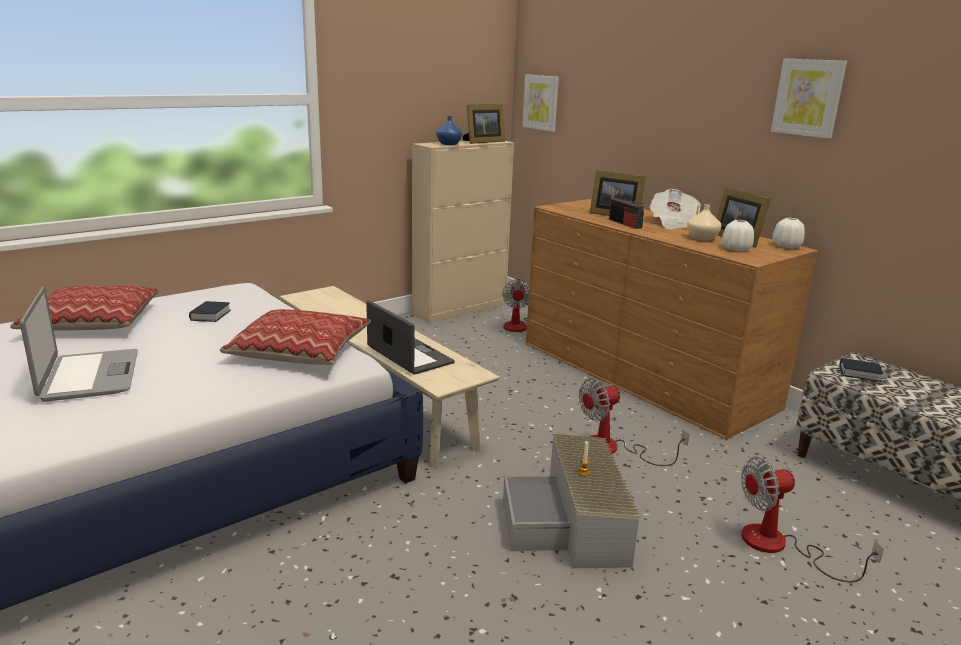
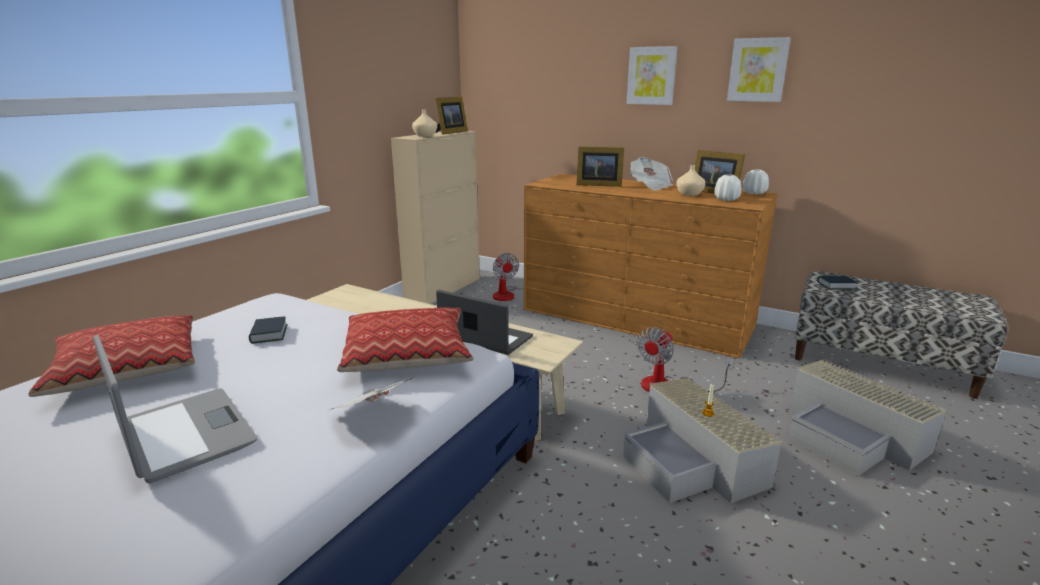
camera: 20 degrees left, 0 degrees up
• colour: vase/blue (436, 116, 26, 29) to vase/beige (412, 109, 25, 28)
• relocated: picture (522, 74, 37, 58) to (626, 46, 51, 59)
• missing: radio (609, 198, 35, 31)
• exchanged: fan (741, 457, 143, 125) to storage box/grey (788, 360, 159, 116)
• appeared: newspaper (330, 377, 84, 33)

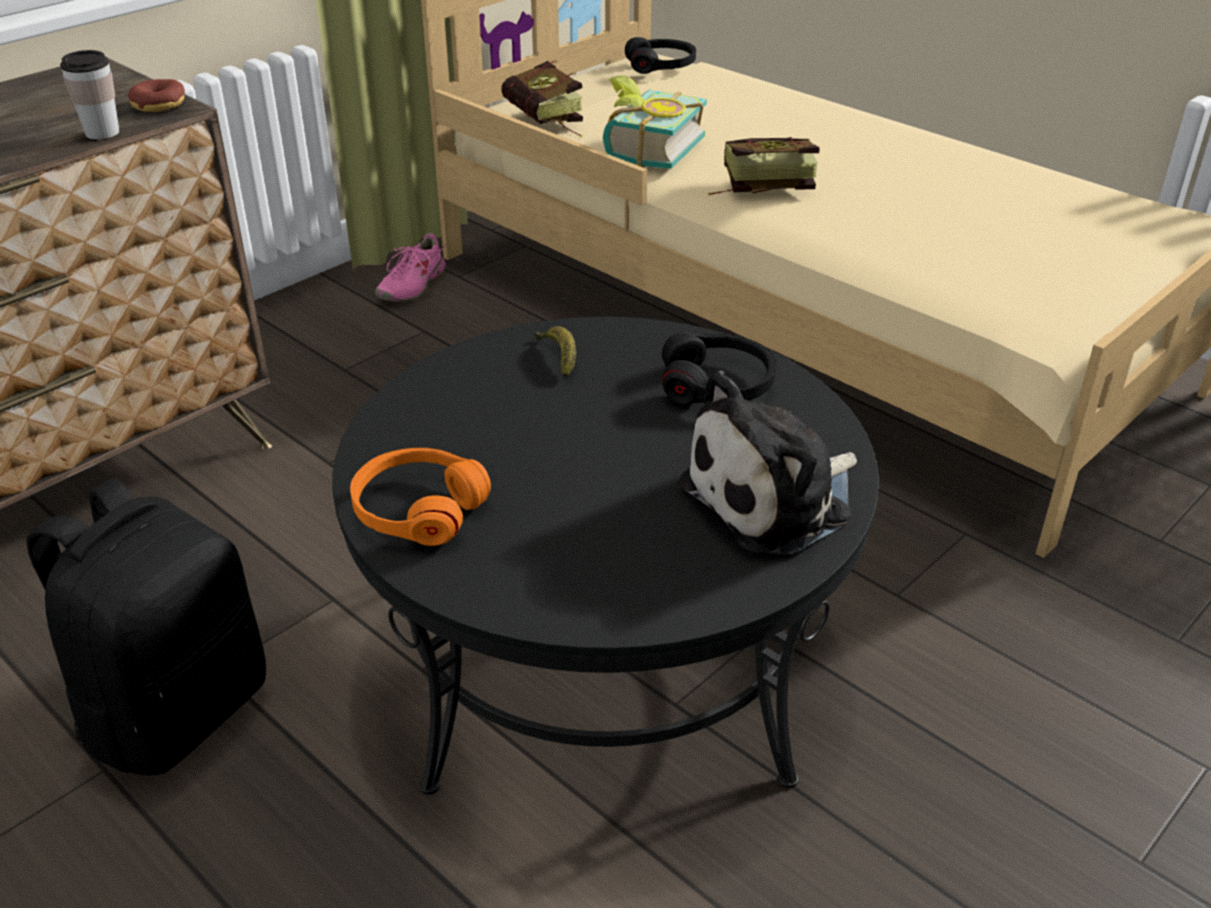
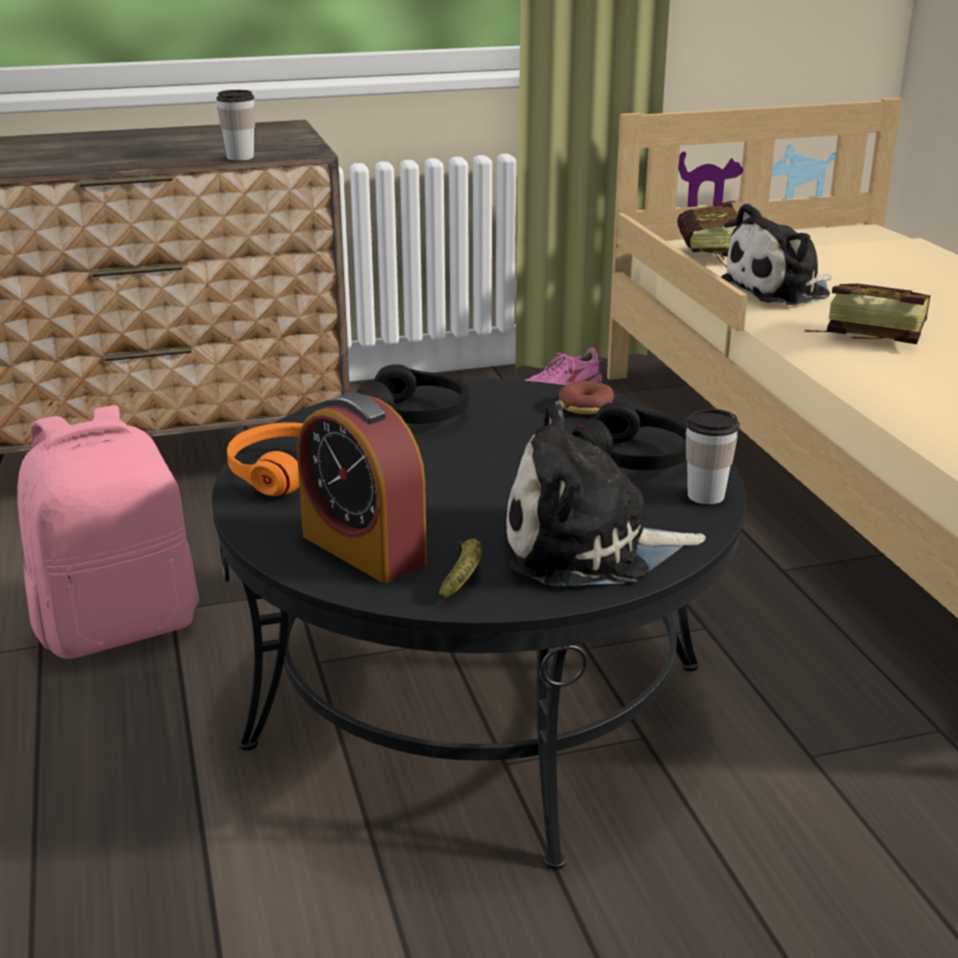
camera: 30 degrees right, 10 degrees down
• colour: backpack/black (26, 478, 240, 297) to backpack/pink (17, 405, 182, 254)
• relocated: donut (128, 79, 57, 33) to (558, 381, 56, 33)
• relocated: banana (534, 326, 42, 51) to (439, 538, 43, 61)
• exchanged: book (603, 76, 104, 93) to plush toy (721, 203, 111, 102)
• relocated: headphones/black (625, 37, 71, 37) to (356, 364, 113, 60)
• appeared: alarm clock (297, 393, 130, 190)
• appeared: cup (686, 409, 54, 95)

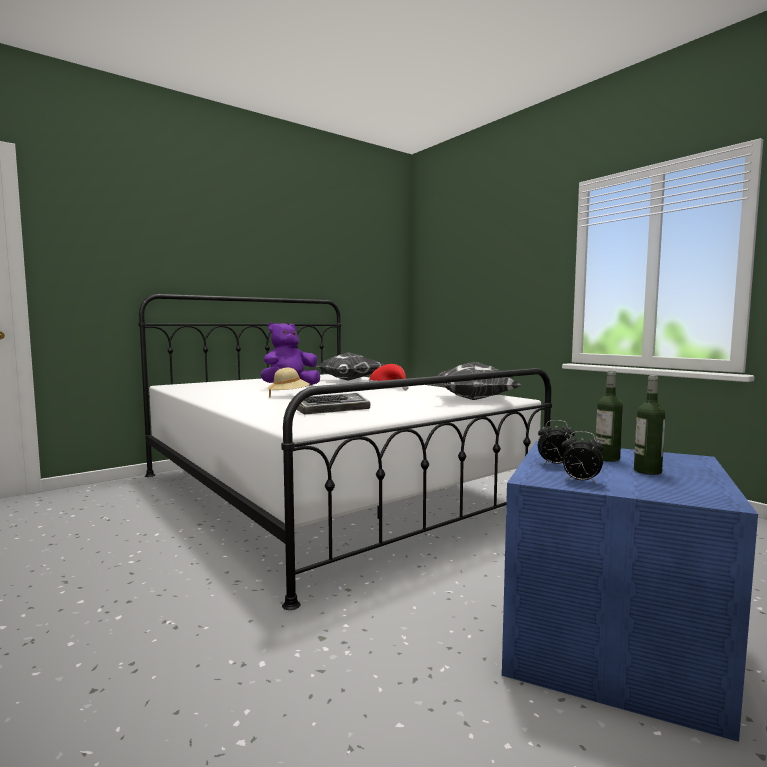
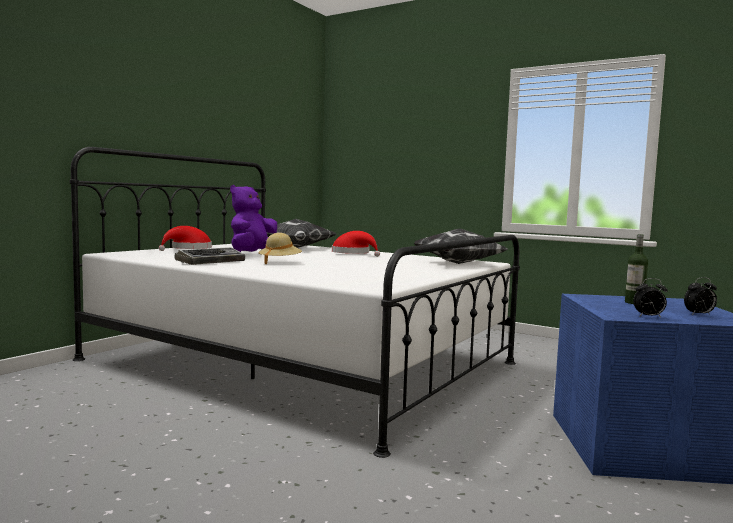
camera: 20 degrees left, 0 degrees up
• relocated: keyboard (296, 393, 74, 22) to (174, 247, 71, 18)
• relocated: alarm clock (538, 420, 37, 45) to (684, 277, 33, 38)
• missing: bottle (634, 375, 32, 100)
• appeared: hat/red (159, 226, 53, 25)

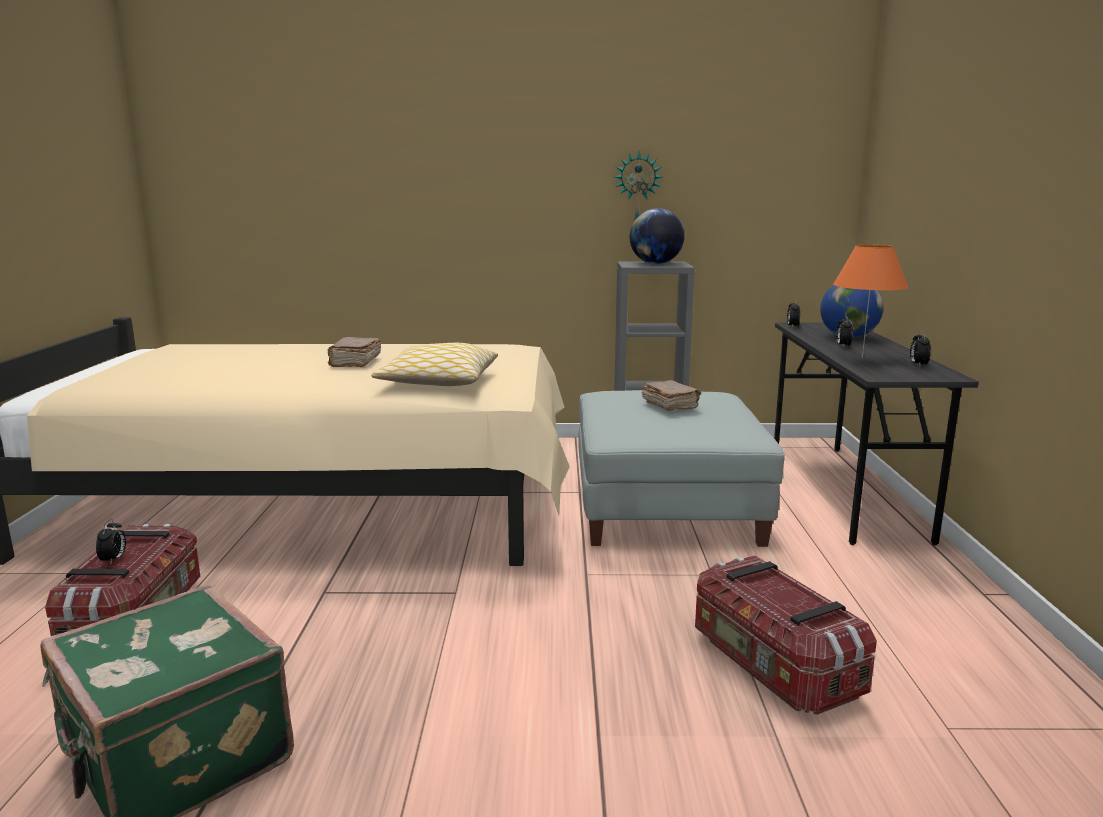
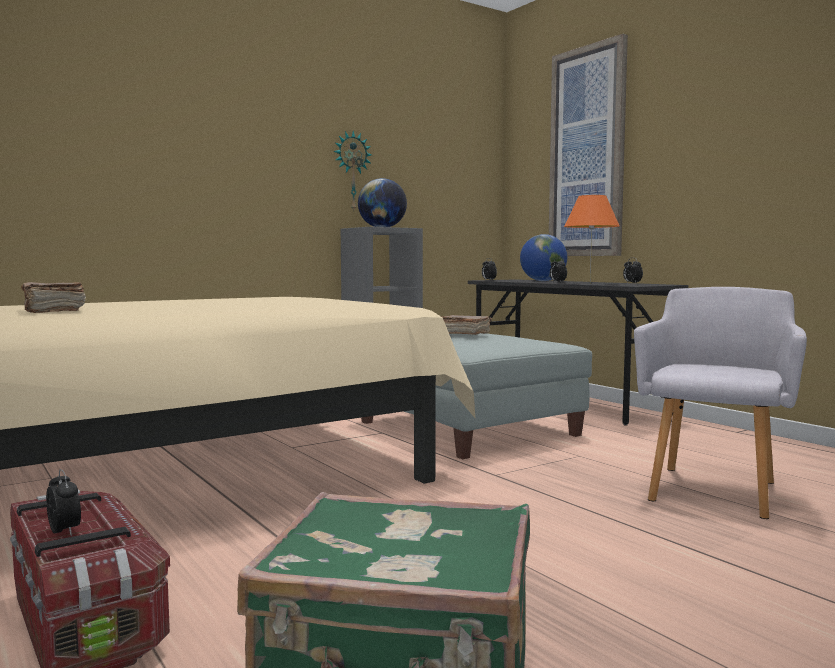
camera: 35 degrees left, 10 degrees down
• relocated: book/brown (328, 337, 53, 30) to (21, 282, 65, 31)
• missing: pillow (371, 343, 127, 43)
• exchanged: storage box (695, 555, 182, 160) to armchair/grey (634, 287, 173, 232)
• appeared: picture (549, 34, 79, 222)

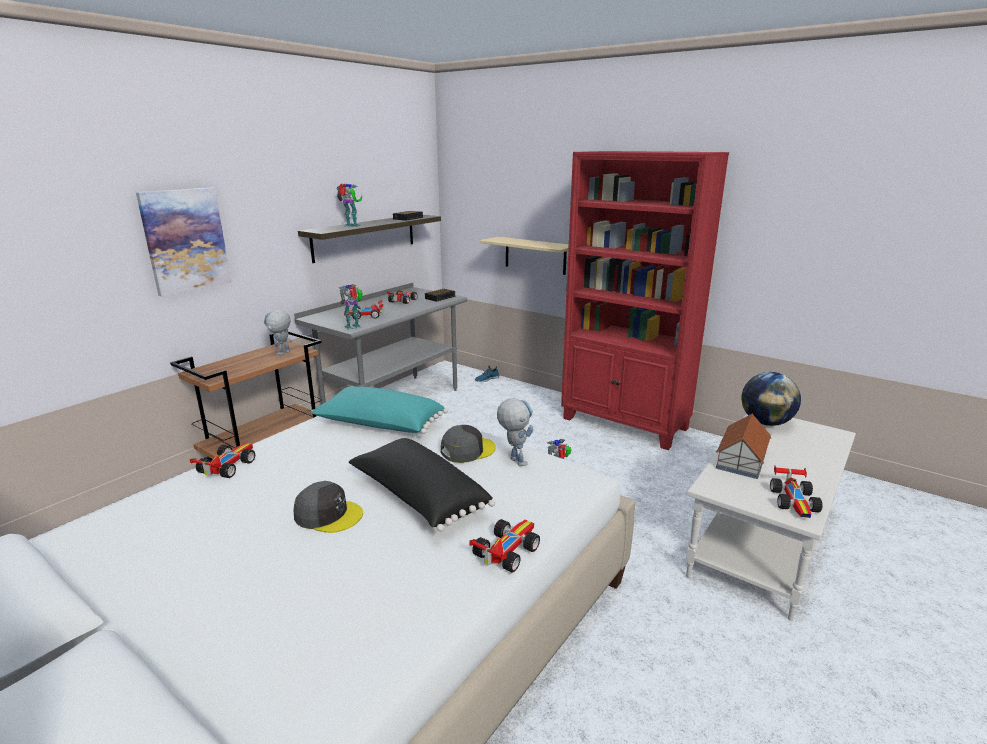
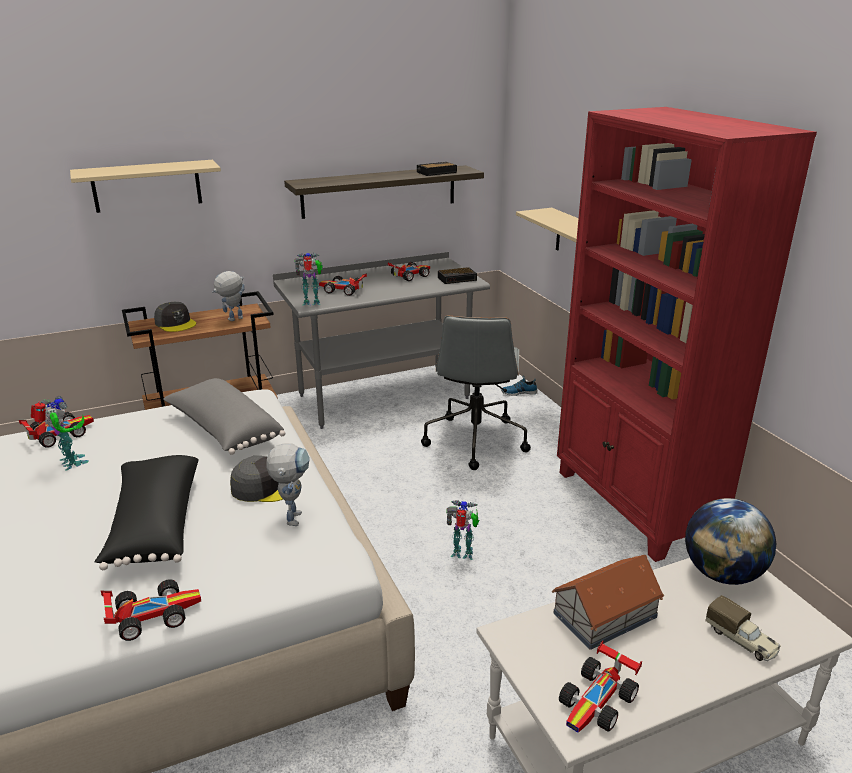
camera: 30 degrees right, 5 degrees up
• exchanged: picture (136, 188, 95, 109) to shelf/beige (70, 160, 151, 53)
• relocated: cap/grey (294, 481, 69, 52) to (154, 302, 42, 30)
• colour: pillow/turquoise (311, 386, 137, 48) to pillow/grey (163, 378, 122, 77)
• relocated: toy robot (337, 184, 25, 43) to (31, 396, 58, 74)
• appeared: office chair/grey (421, 316, 110, 154)
• appeared: toy truck (705, 595, 76, 66)

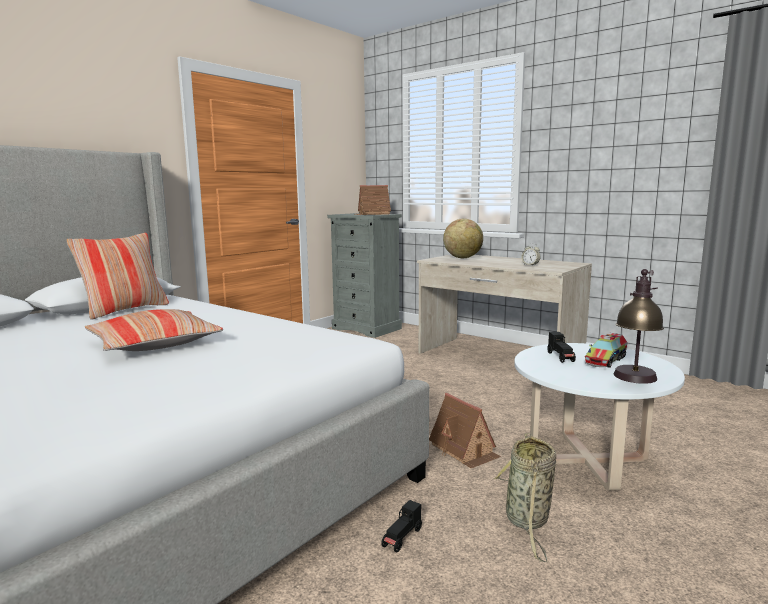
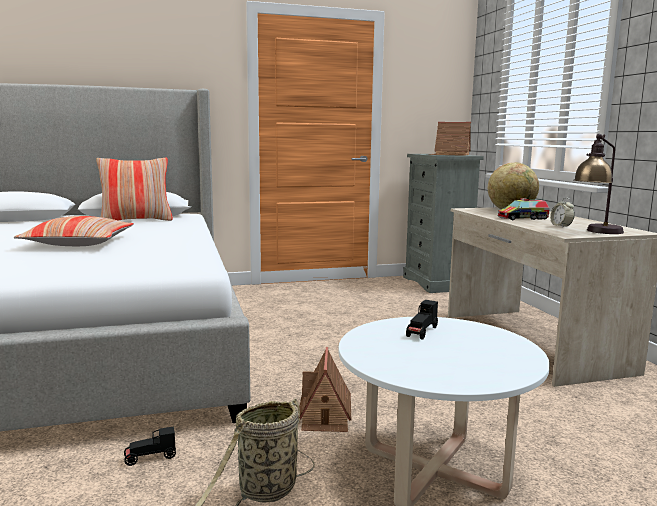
camera: 35 degrees right, 0 degrees up
• relocated: toy truck (585, 333, 42, 35) to (497, 198, 53, 22)
• relocated: table lamp (614, 269, 50, 115) to (574, 134, 50, 100)

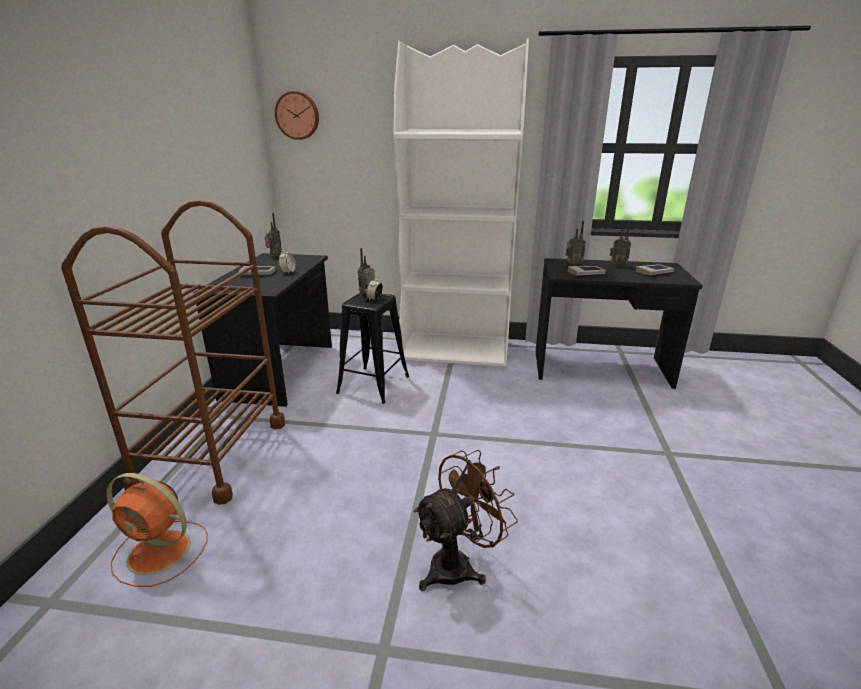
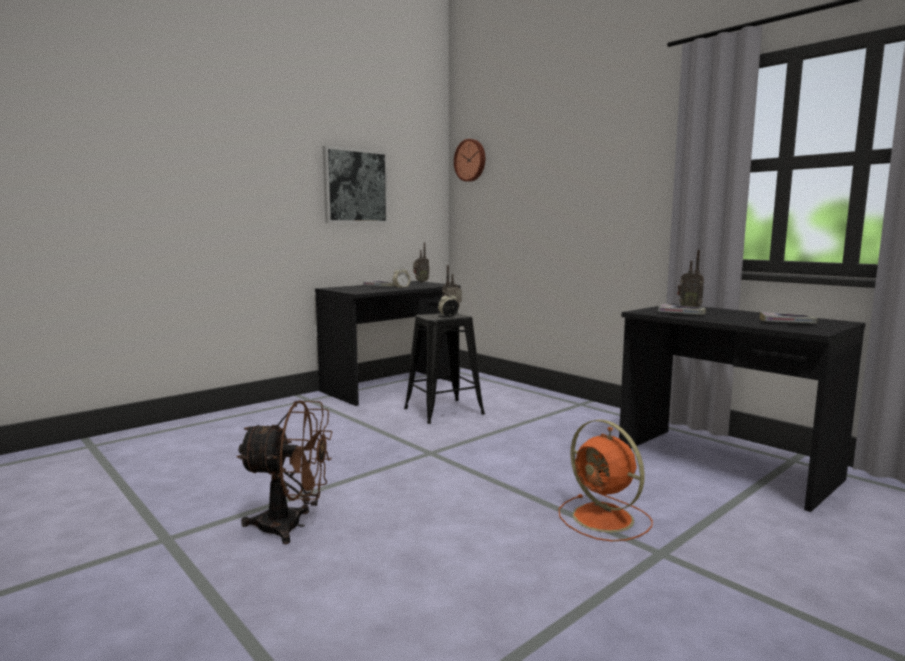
camera: 40 degrees right, 15 degrees down
• missing: cart/brown (61, 200, 224, 305)
• relocated: fan/orange (106, 473, 102, 114) to (559, 419, 94, 123)
• missing: bookcase/white (393, 38, 136, 329)
• missing: radio (610, 222, 21, 45)
• appeared: picture (323, 146, 66, 77)

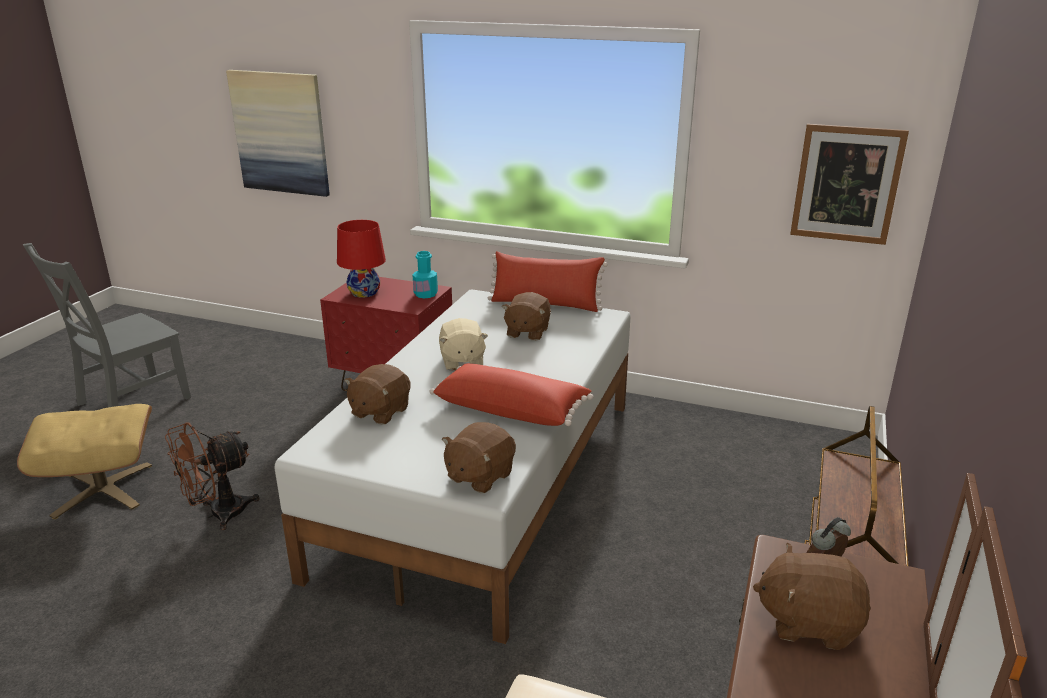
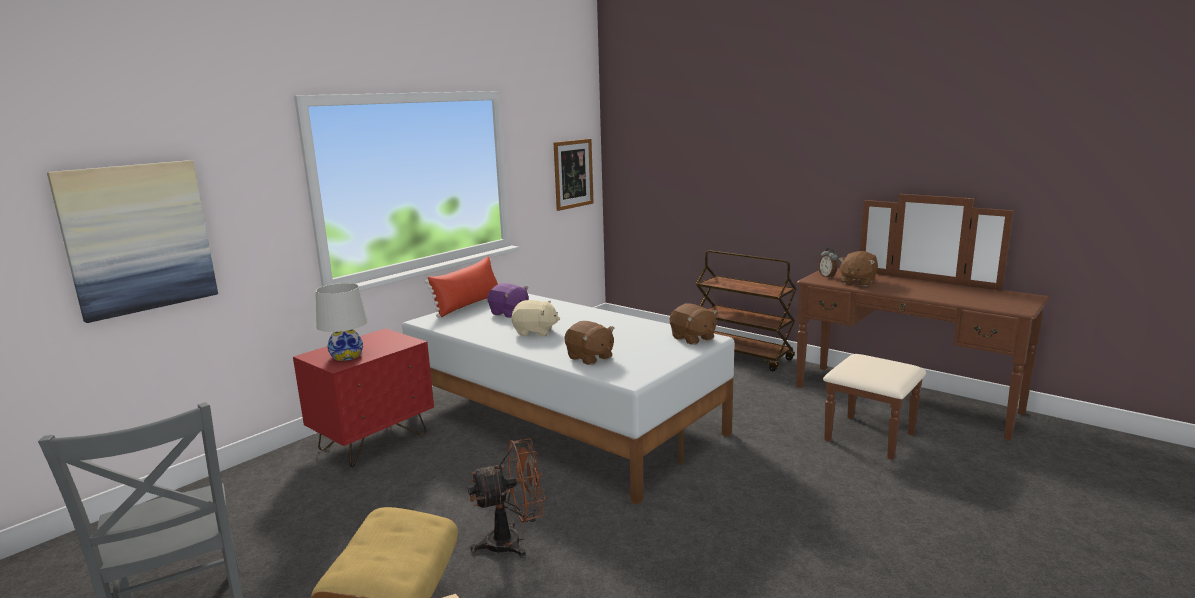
camera: 70 degrees left, 10 degrees down
• spun: fan/brown (165, 423, 94, 107) = (468, 438, 77, 120) 90 degrees counterclockwise
• colour: table lamp/red (337, 220, 49, 78) to table lamp/white (316, 283, 52, 78)
• missing: bottle/turquoise (413, 251, 25, 47)
• missing: pillow/red (429, 363, 164, 63)
• colour: plush toy/brown (502, 292, 49, 49) to plush toy/purple (487, 283, 42, 35)

